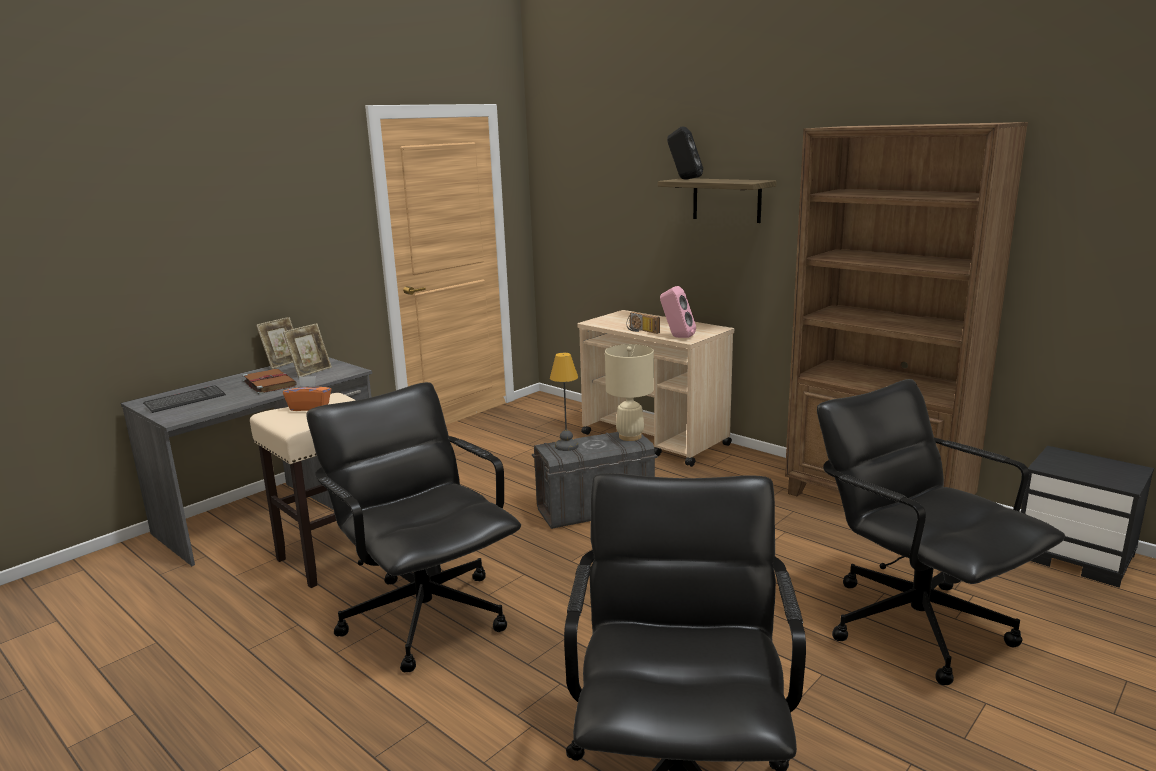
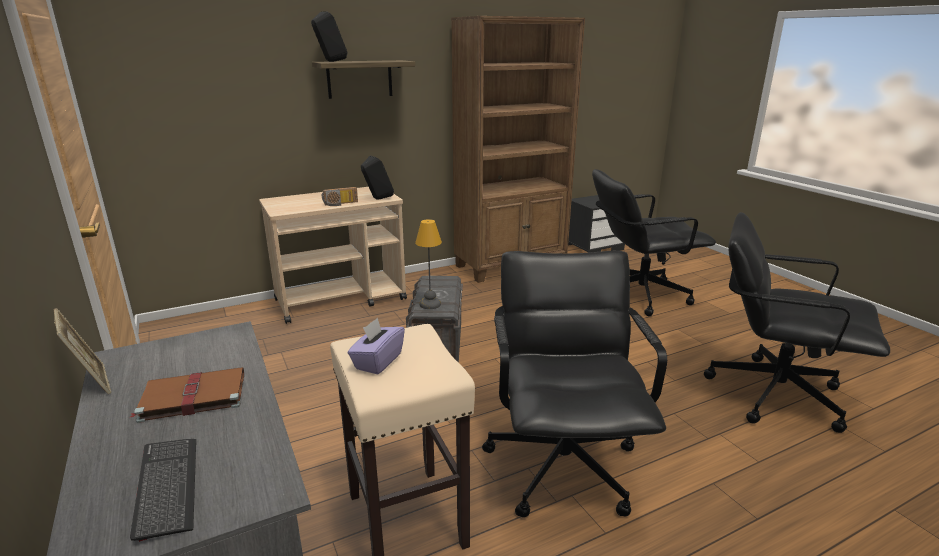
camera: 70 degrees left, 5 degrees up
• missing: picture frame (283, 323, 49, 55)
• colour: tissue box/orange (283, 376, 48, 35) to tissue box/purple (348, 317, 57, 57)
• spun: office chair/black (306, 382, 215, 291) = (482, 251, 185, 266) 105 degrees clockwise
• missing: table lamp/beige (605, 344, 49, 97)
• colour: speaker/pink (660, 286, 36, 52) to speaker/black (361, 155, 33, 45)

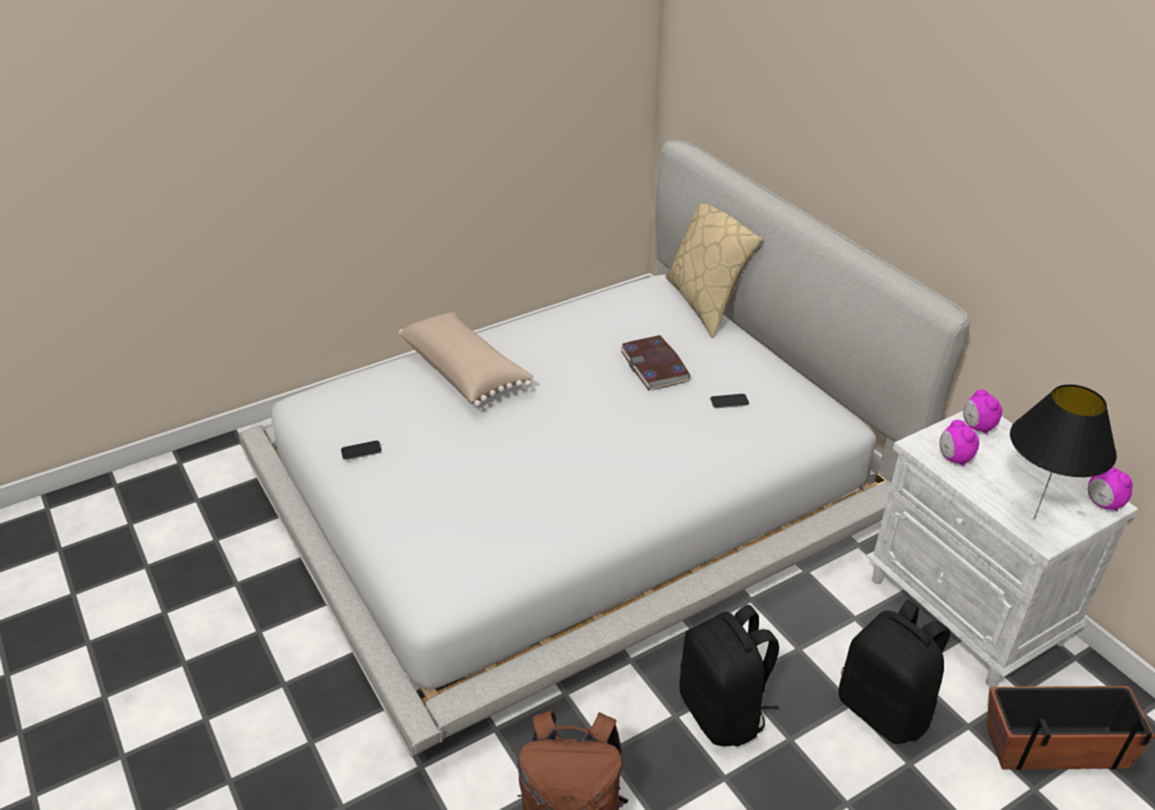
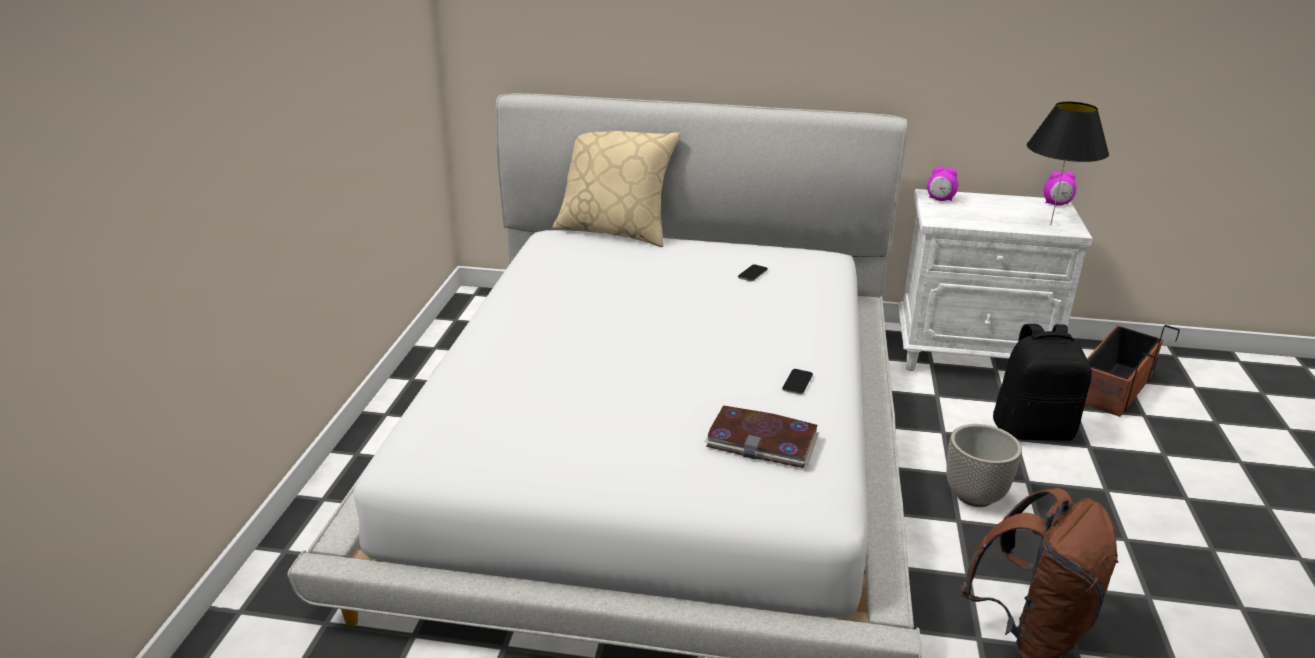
camera: 50 degrees left, 10 degrees down
• relocated: phone (341, 440, 41, 20) to (782, 369, 31, 26)
• missing: pillow/beige (399, 312, 135, 95)
• relocated: book (620, 335, 70, 56) to (705, 405, 114, 63)
• exchanged: backpack/black (679, 605, 100, 141) to planter (947, 424, 75, 83)
• missing: alarm clock (939, 420, 40, 46)

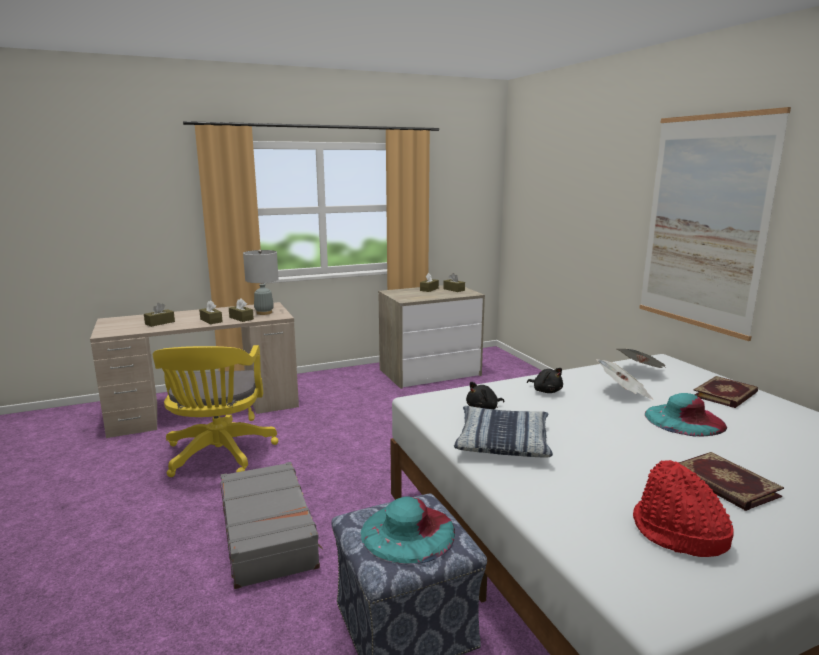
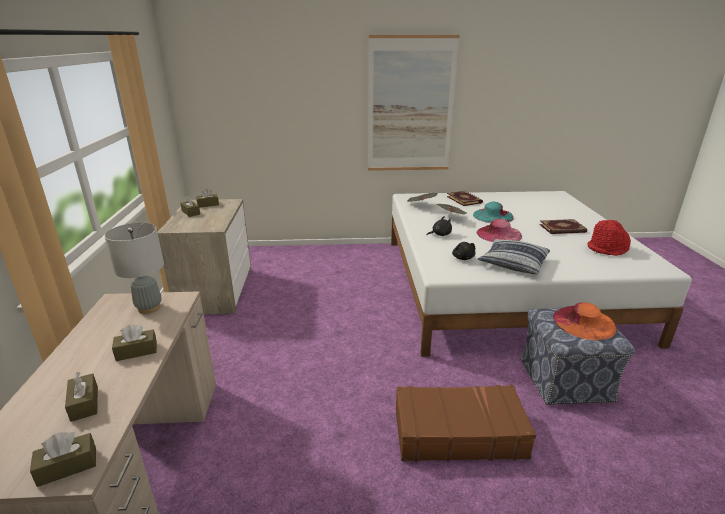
camera: 70 degrees left, 10 degrees up
• missing: office chair/yellow (153, 345, 125, 132)
• colour: suitcase/grey (221, 462, 102, 127) to suitcase/brown (396, 385, 140, 77)
• relocated: tissue box/brown (229, 298, 25, 24) to (30, 432, 66, 55)
• colour: hat/turquoise (360, 497, 95, 67) to hat/orange (553, 302, 64, 38)
• appeared: hat/pink (477, 219, 45, 23)

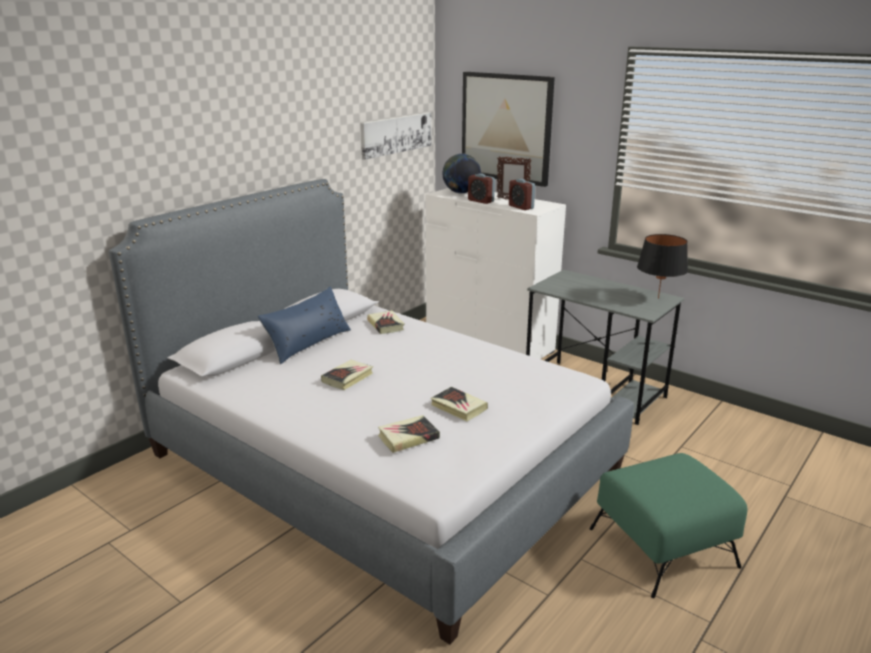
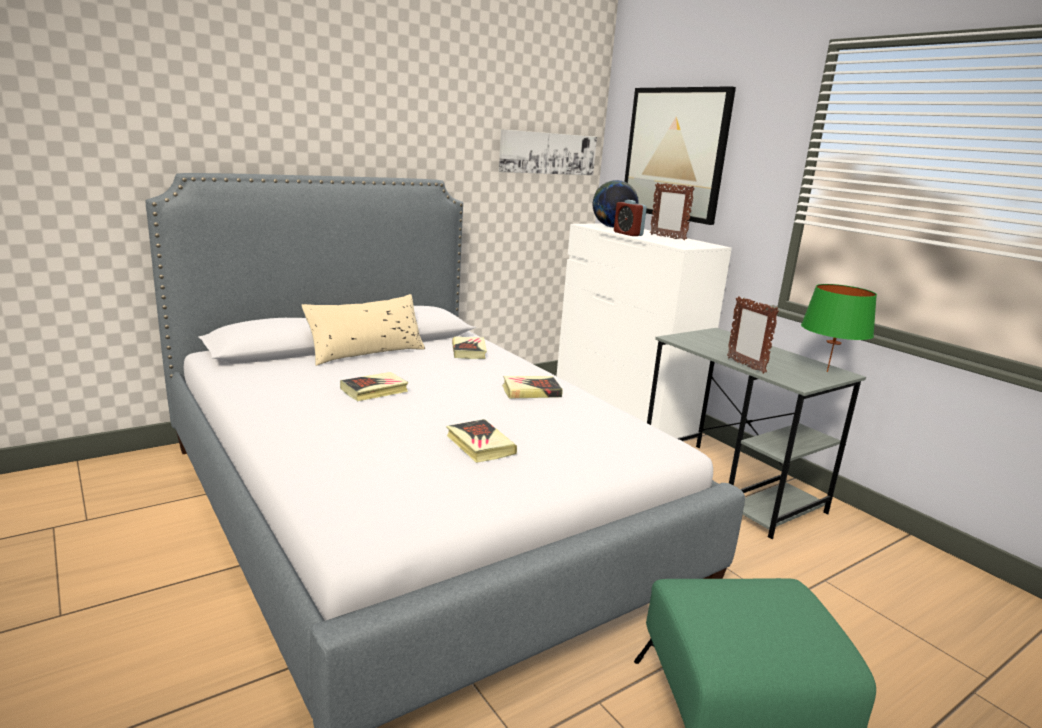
camera: 15 degrees right, 5 degrees down
• colour: pillow/blue (258, 287, 93, 77) to pillow/beige (302, 294, 123, 72)
• relocated: book (378, 415, 62, 38) to (502, 376, 61, 23)
• missing: alarm clock (509, 179, 26, 31)
• colour: table lamp/black (637, 234, 51, 65) to table lamp/green (801, 284, 76, 88)
• appeared: picture frame (727, 296, 52, 78)

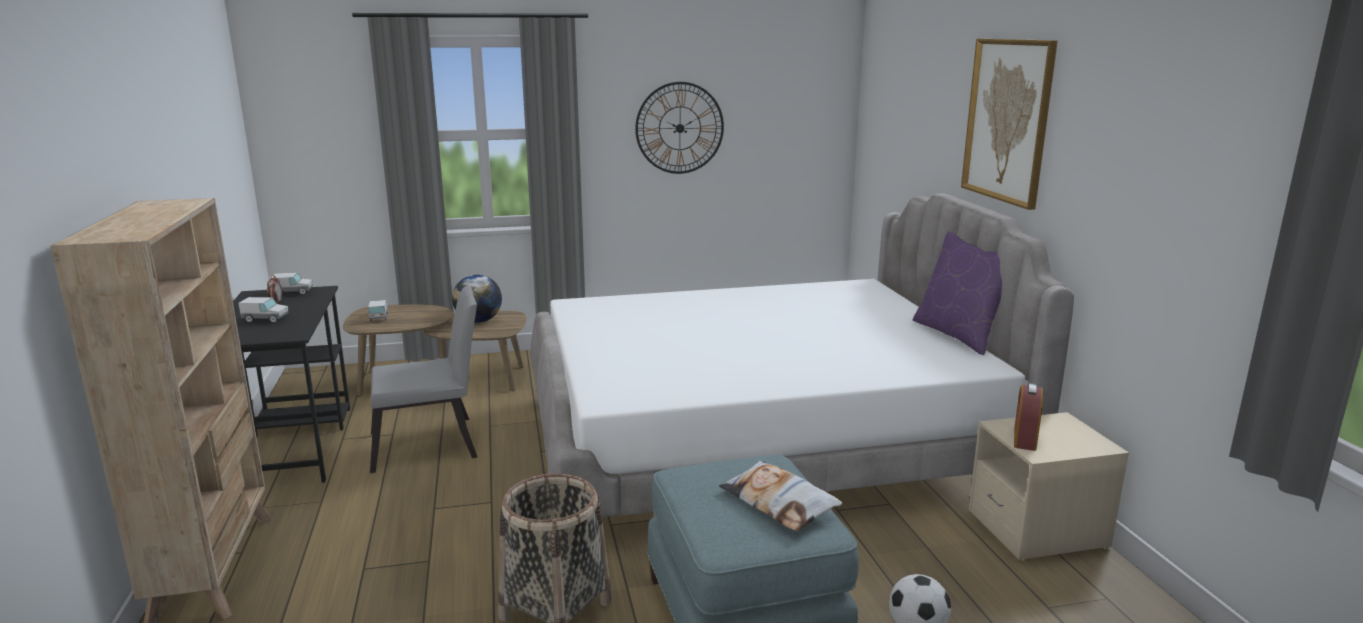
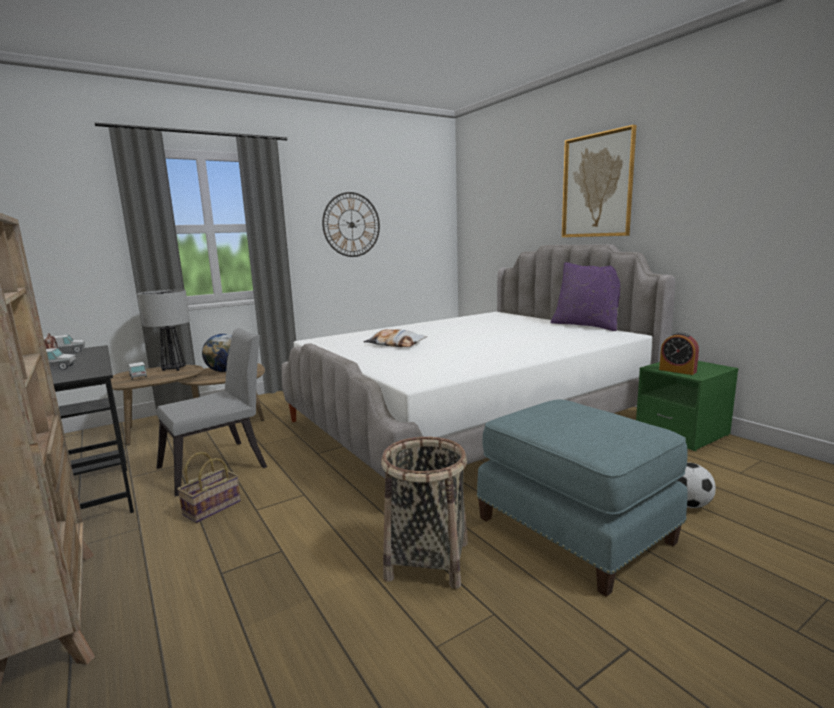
camera: 20 degrees left, 5 degrees down
• relocated: pillow (719, 460, 123, 71) to (364, 329, 63, 18)
• colour: nightstand/beige (968, 412, 161, 149) to nightstand/green (636, 361, 102, 90)
• spun: alarm clock (1014, 383, 29, 68) = (659, 332, 40, 43) 45 degrees counterclockwise
• appeared: table lamp (137, 290, 53, 81)
• appeared: basket (177, 452, 64, 71)

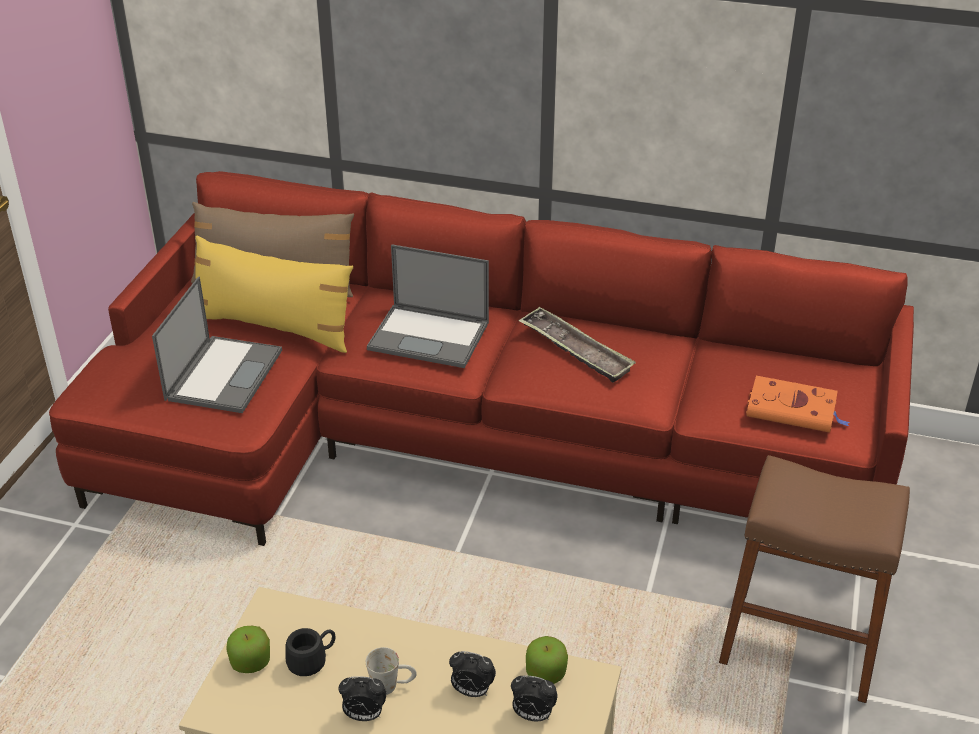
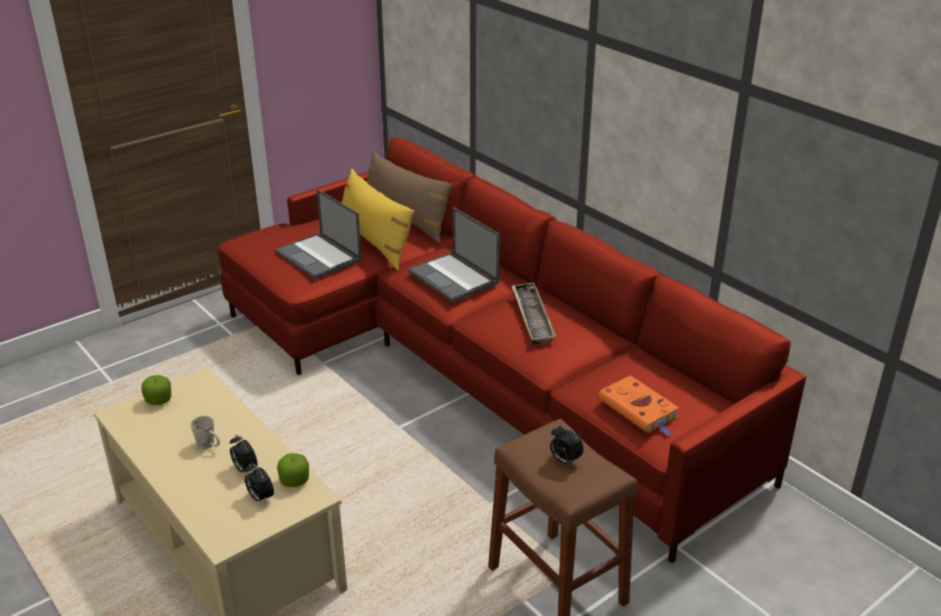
camera: 35 degrees right, 5 degrees down
• spun: laptop (152, 276, 130, 137) = (275, 189, 87, 90) 90 degrees clockwise
• missing: mug/black (285, 628, 50, 48)
• relocated: alarm clock (338, 676, 48, 45) to (550, 425, 34, 41)

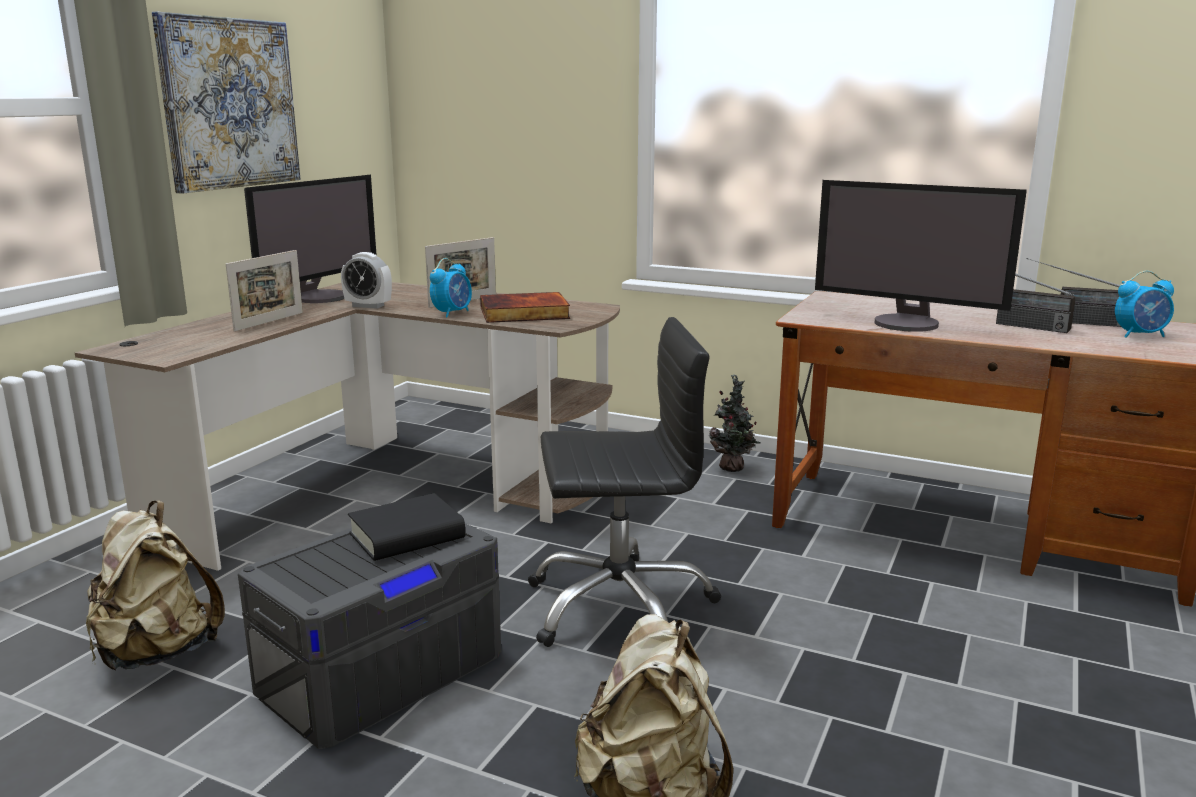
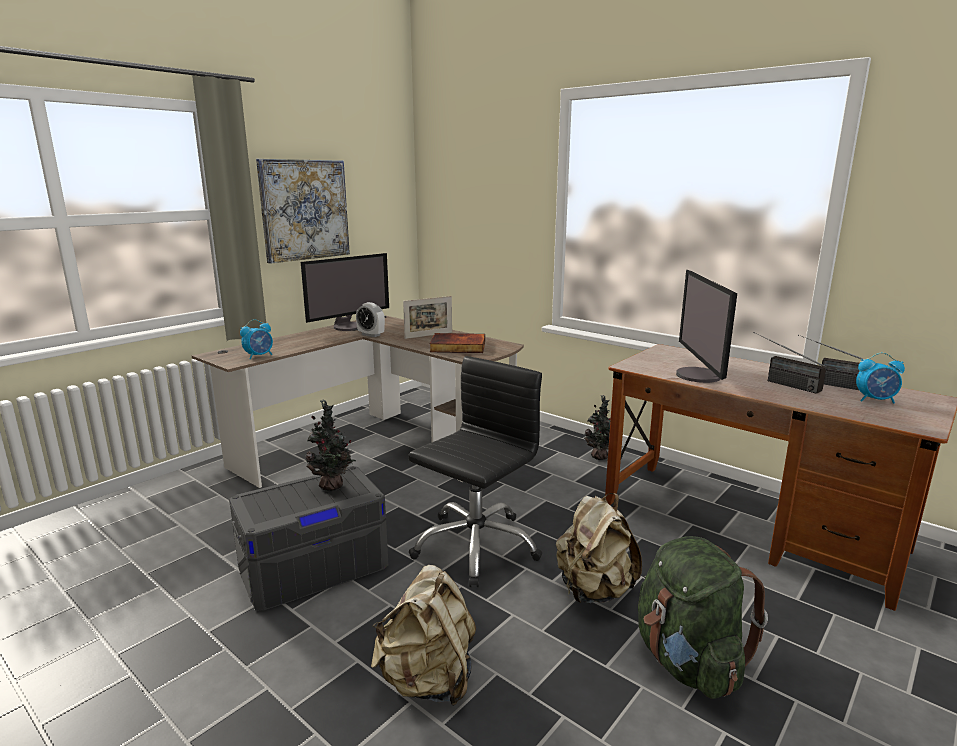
camera: 15 degrees right, 0 degrees up
• relocated: backpack/beige (86, 501, 139, 170) to (556, 493, 86, 110)
• missing: picture frame (226, 250, 77, 82)
• exchanged: book/black (348, 493, 117, 68) to potted plant (305, 399, 51, 92)
• relocated: alarm clock (430, 258, 42, 59) to (240, 319, 33, 40)
• spun: office chair/black (528, 317, 194, 330) = (408, 356, 134, 231) 60 degrees counterclockwise
• spun: monitor (815, 180, 212, 152) = (676, 269, 61, 114) 45 degrees clockwise
• appeared: backpack/green (638, 536, 130, 163)

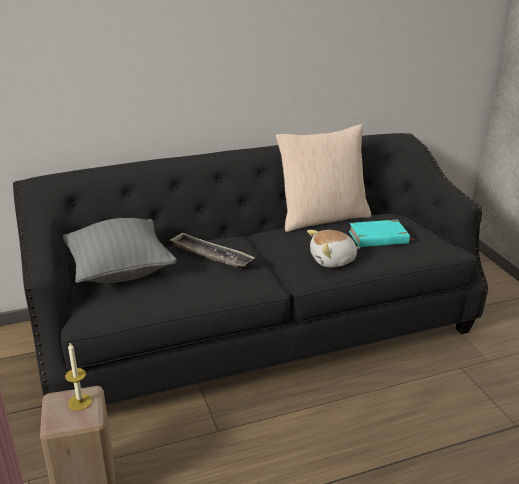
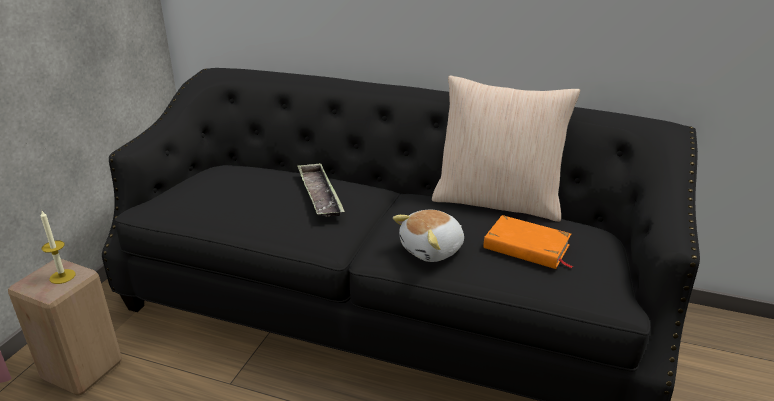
camera: 40 degrees right, 0 degrees up
• missing: pillow/grey (63, 218, 114, 65)
• spun: plush toy (307, 230, 53, 38) = (393, 210, 71, 52) 60 degrees counterclockwise
• colour: book/turquoise (349, 220, 66, 27) to book/orange (483, 215, 90, 54)

